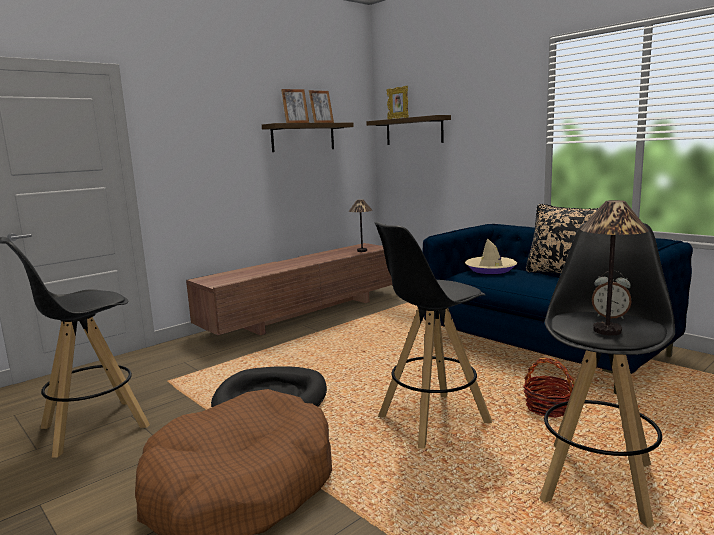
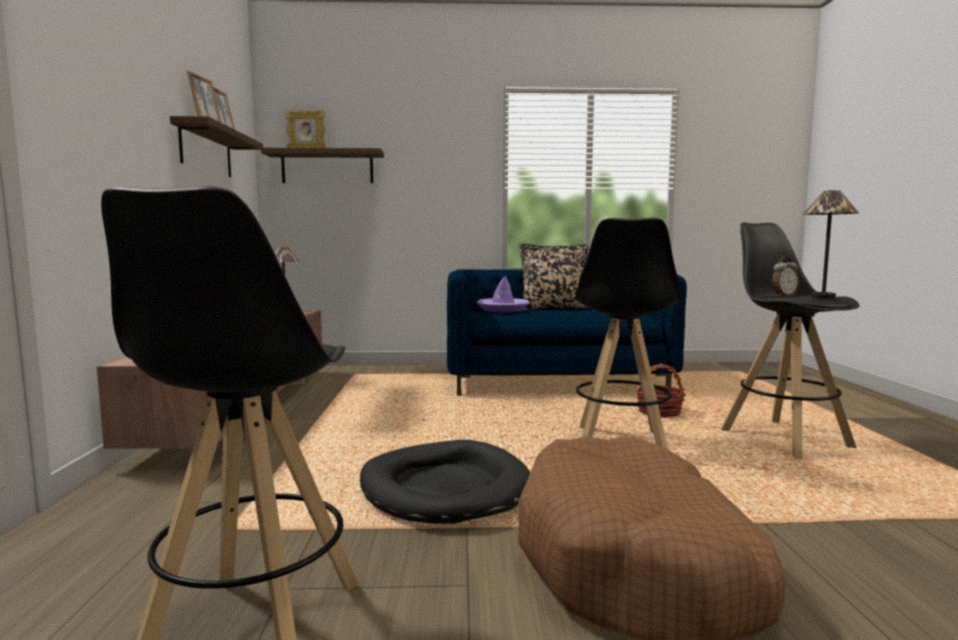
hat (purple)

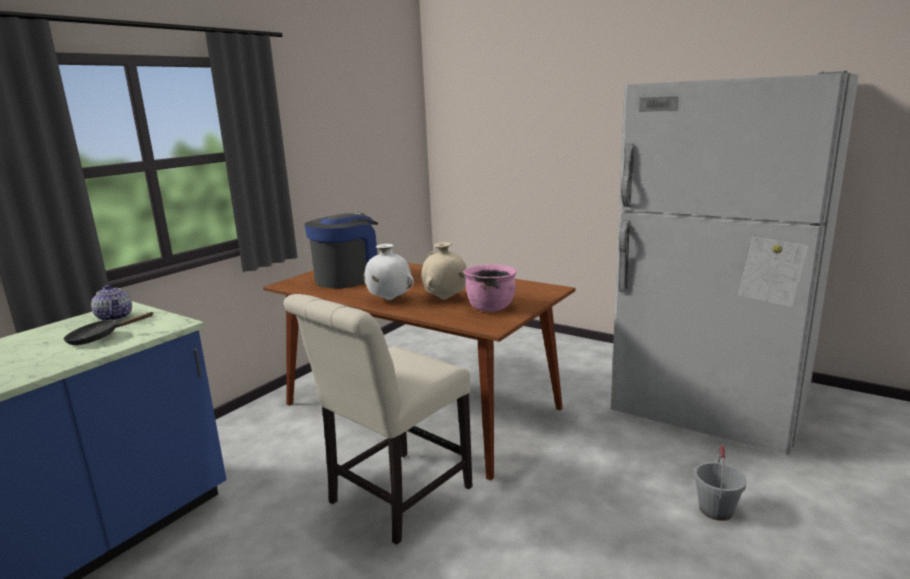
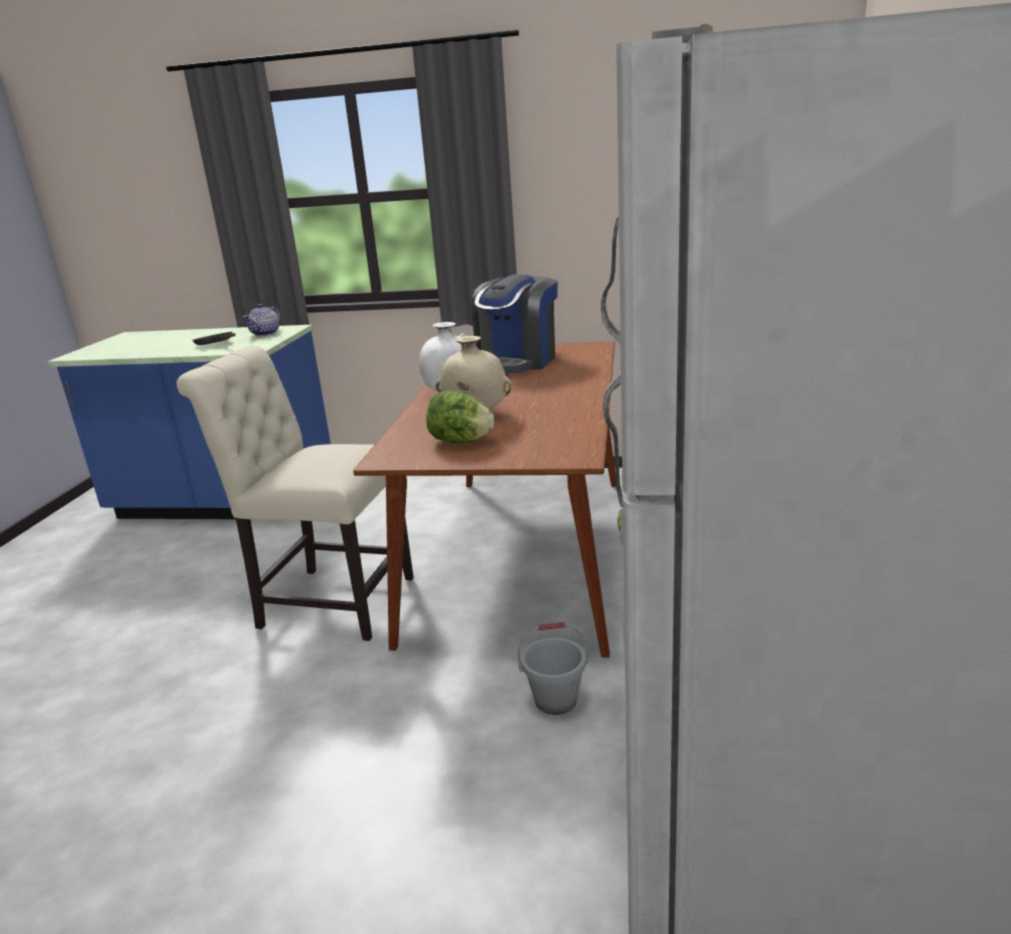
coffee machine
lettuce
bucket (grey)

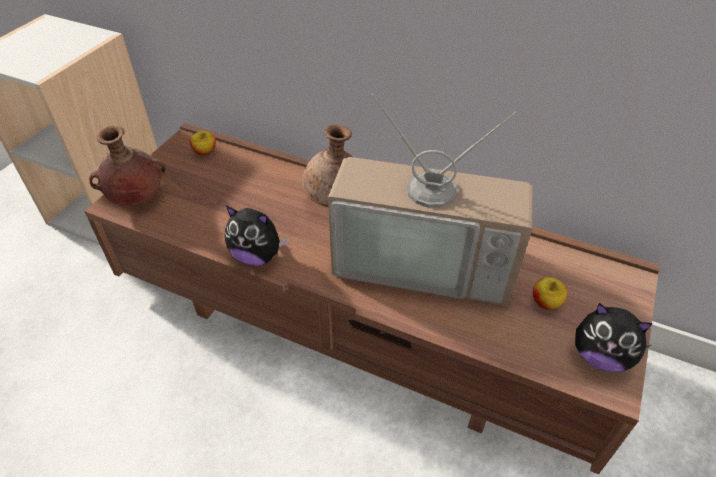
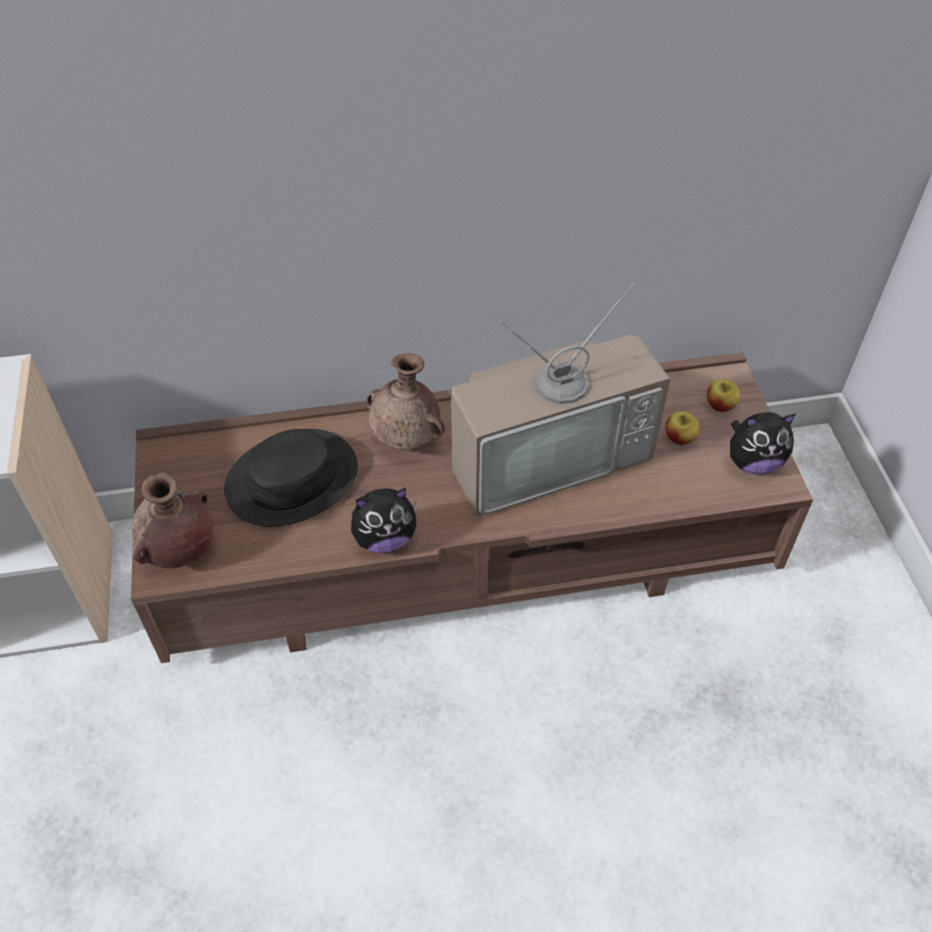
apple (2nd from left)
hat (black)

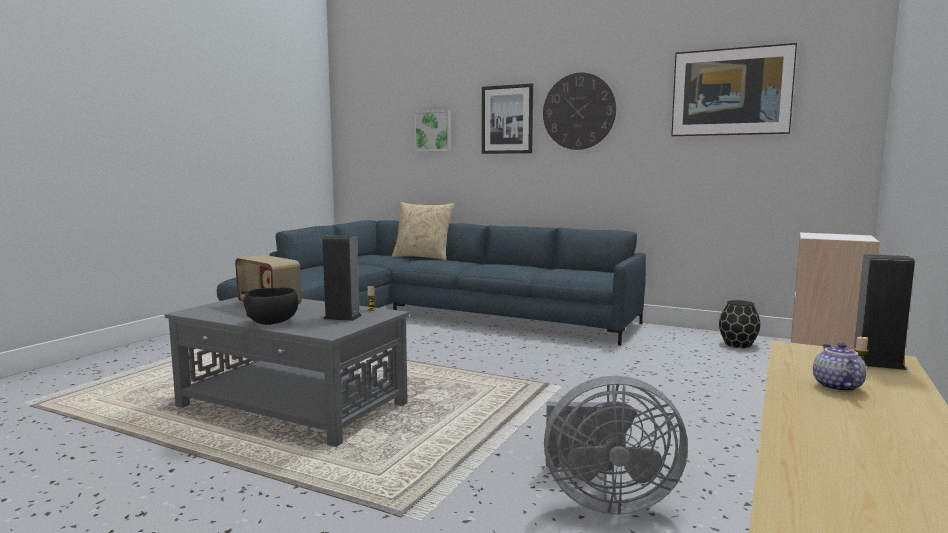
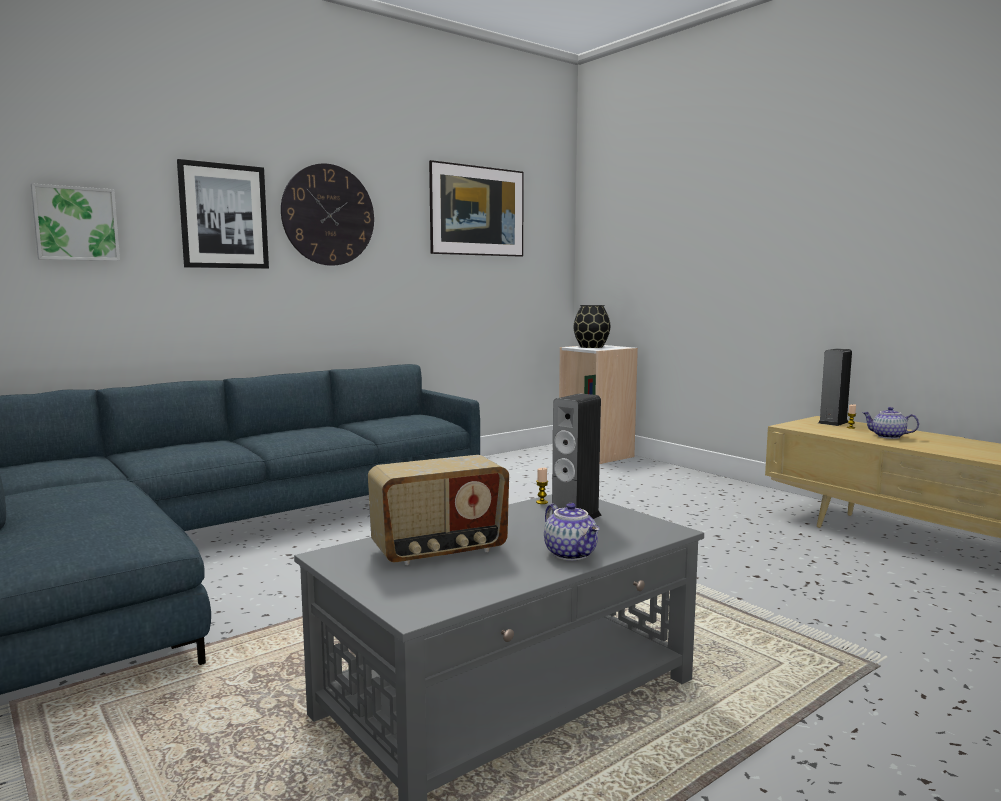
pillow (beige)
teapot (1st from left)
vase (black)
fan (grey)

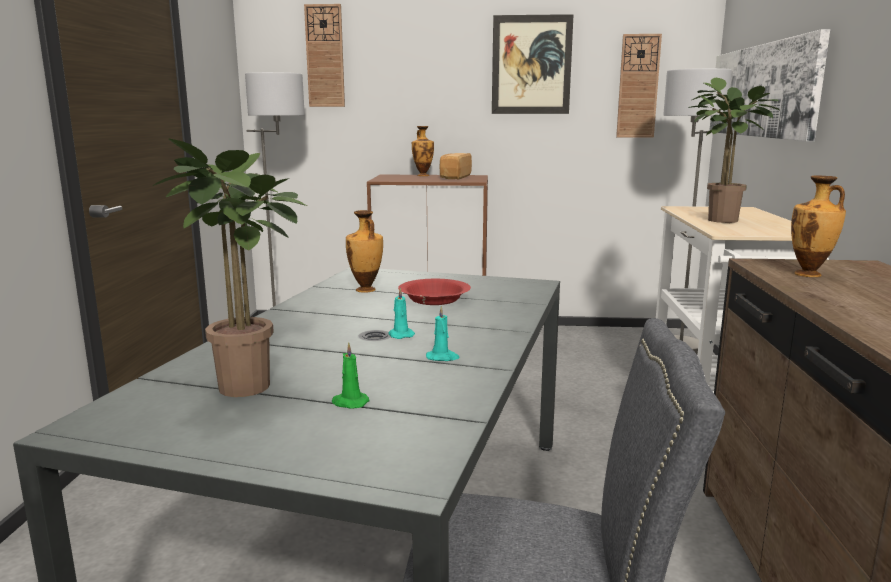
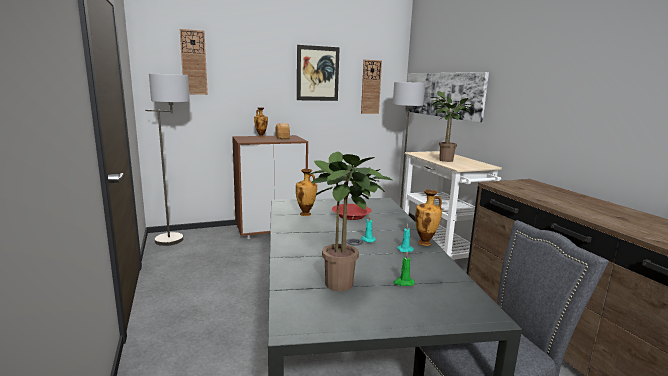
vase (3rd from left)

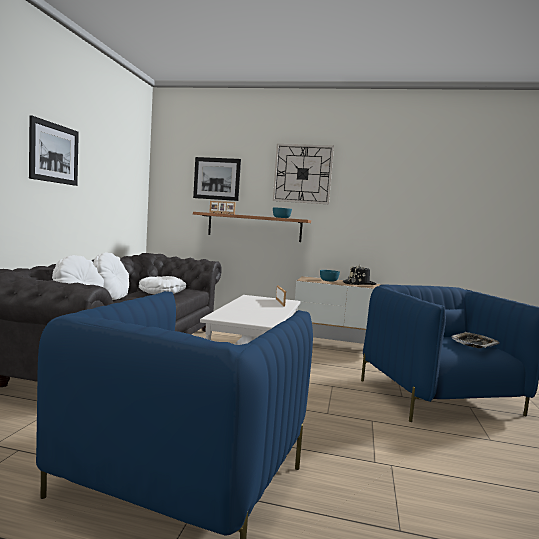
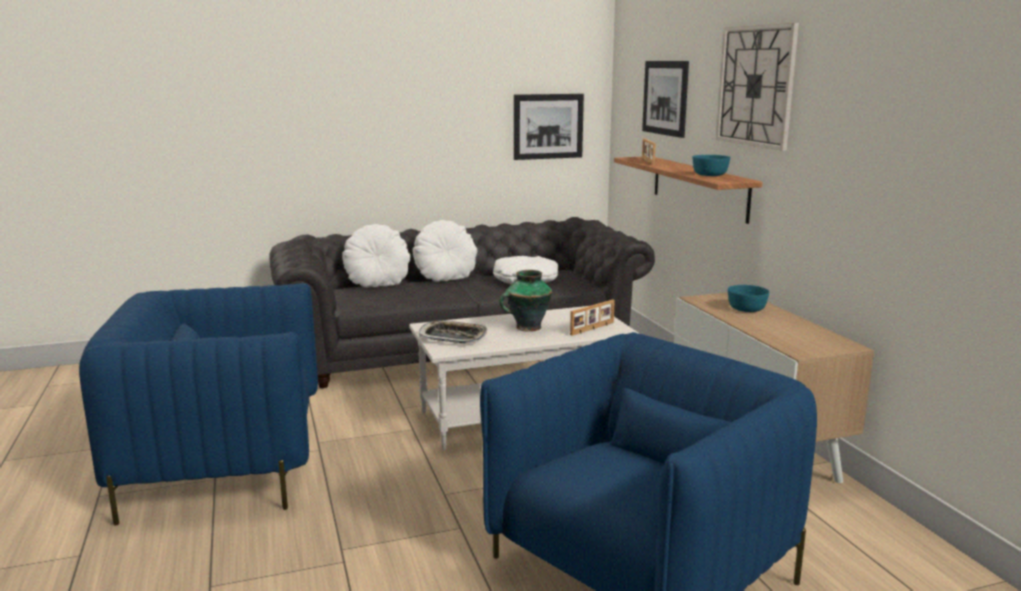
picture (1st from left)
hat (black)
tray
vase

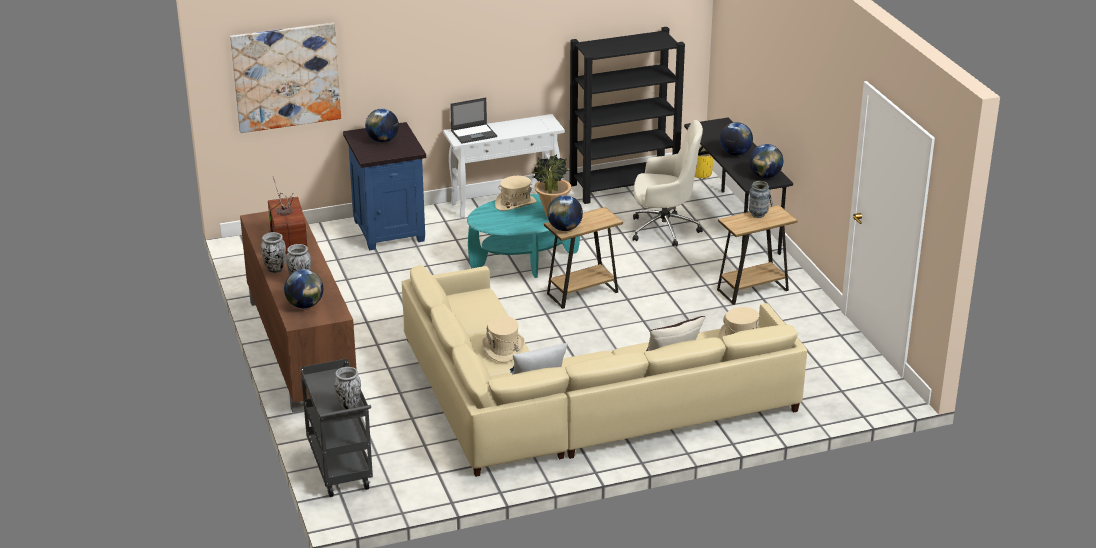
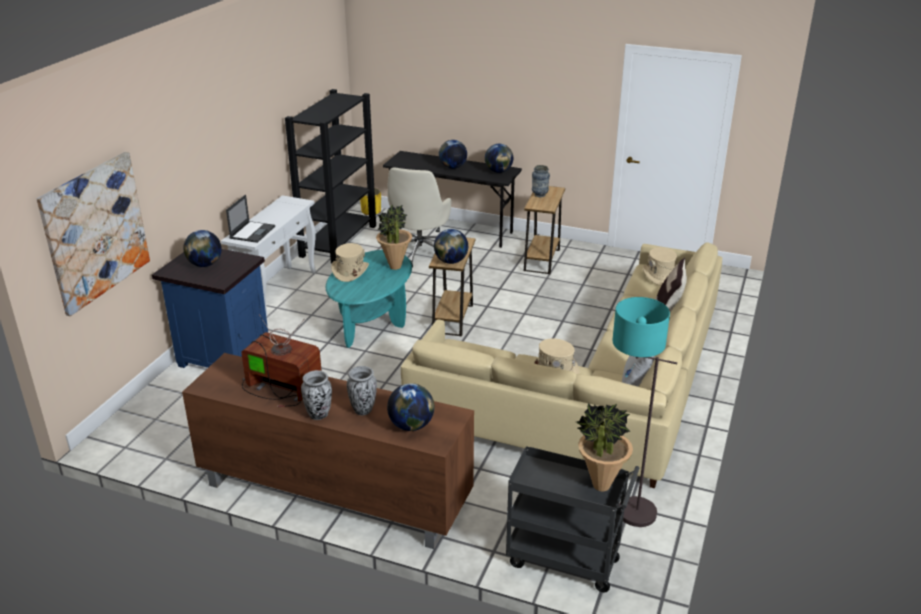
office chair (beige)
potted plant (2nd from left)
floor lamp (turquoise)

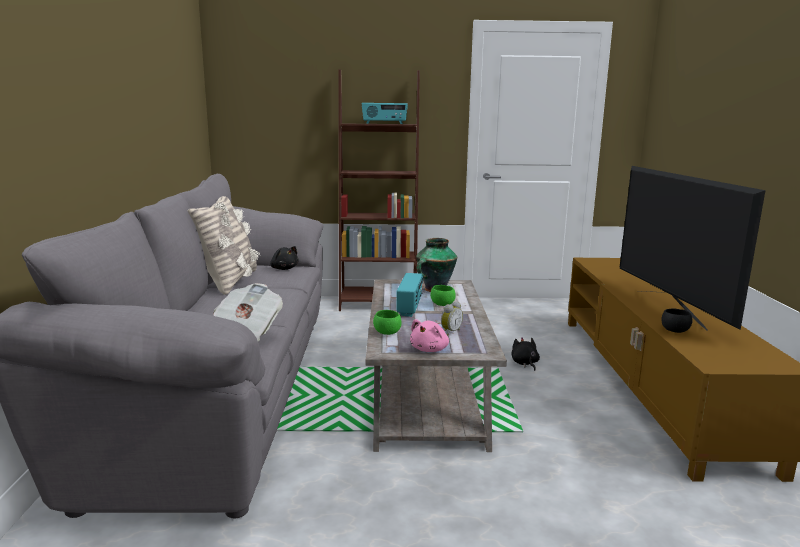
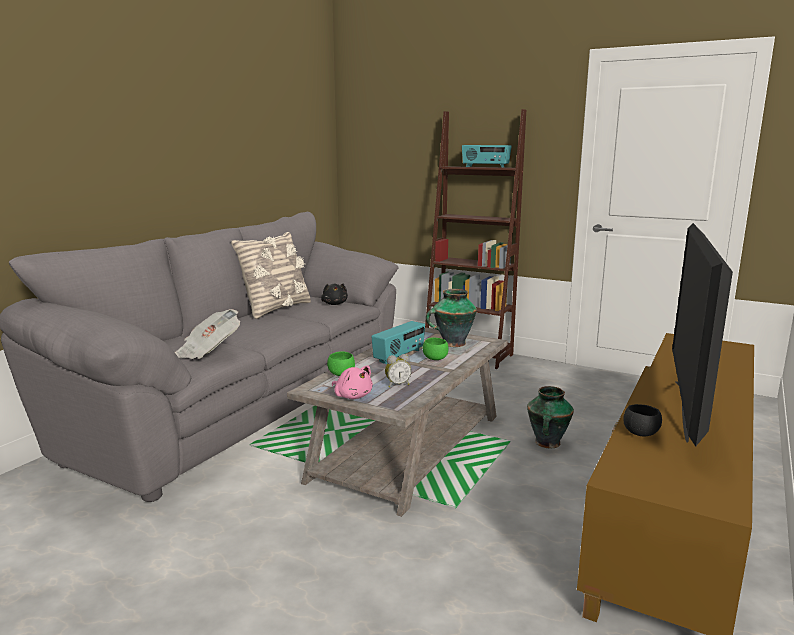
plush toy (pink)
vase (2nd from left)

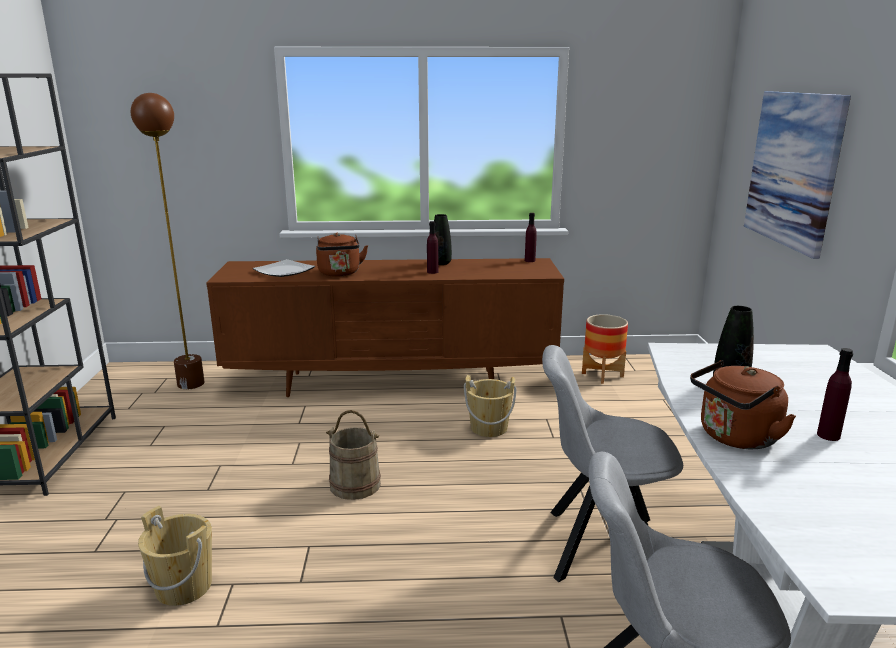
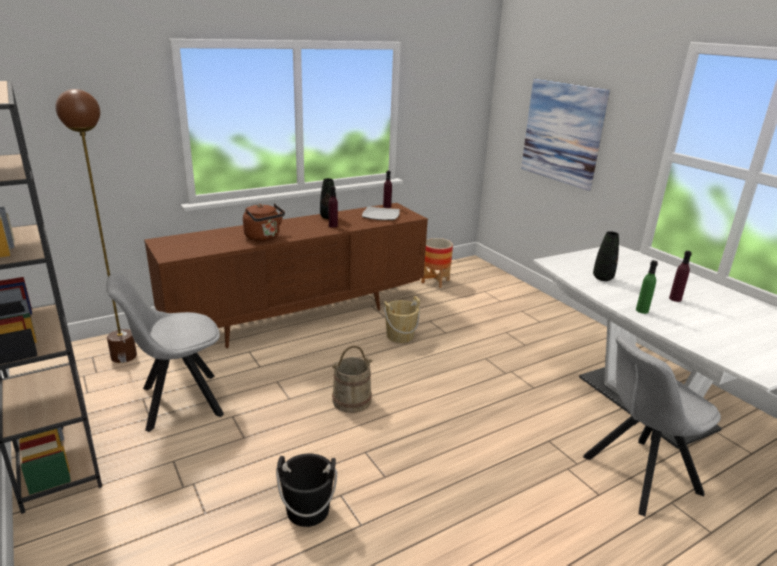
plate
chair (grey) (1st from left)
bottle (green)
bucket (black)

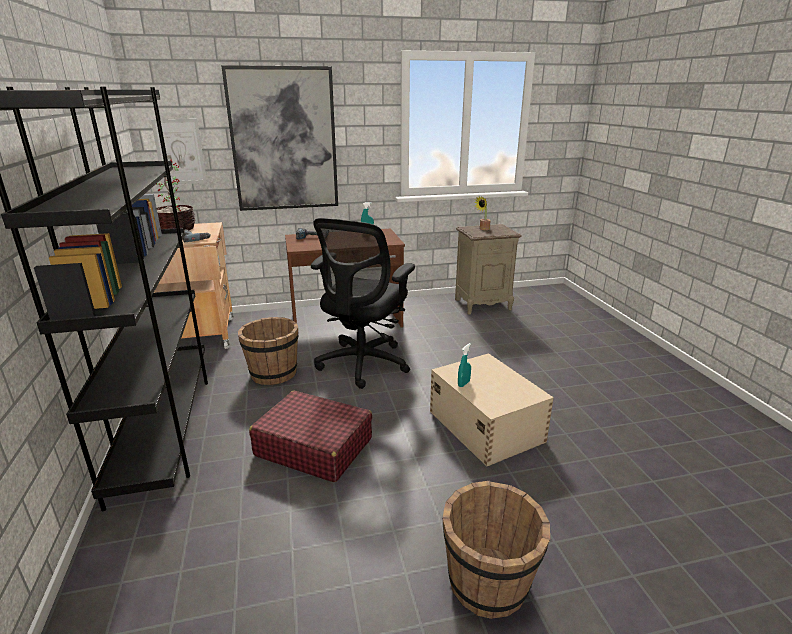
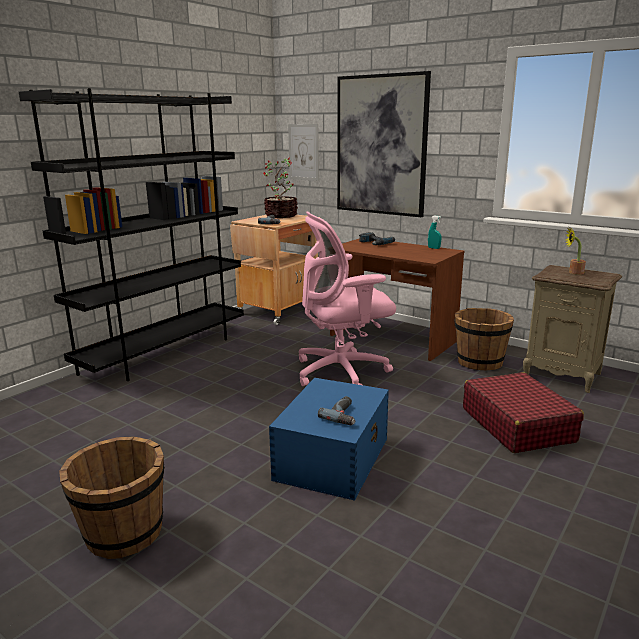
office chair (pink)
bucket (brown) (2nd from left)
spray bottle (turquoise) (2nd from left in the first image)
storage box (blue)
suitcase (red)
power drill (2nd from left)

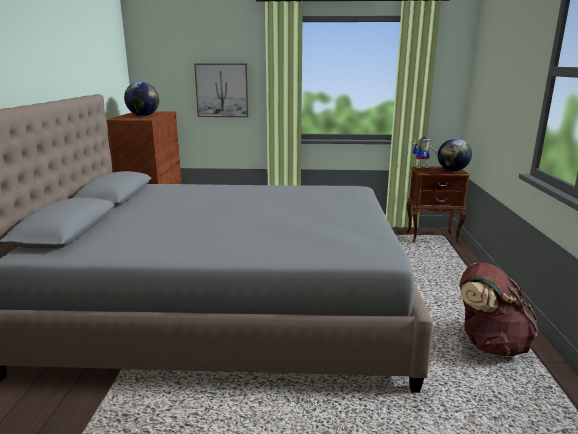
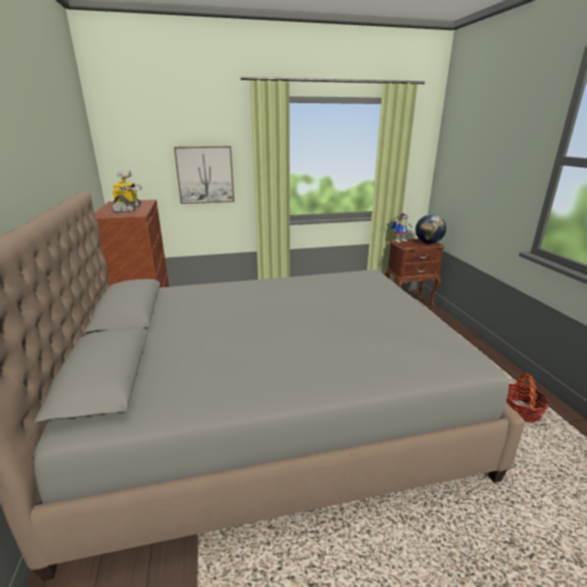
toy robot (1st from left)
basket

